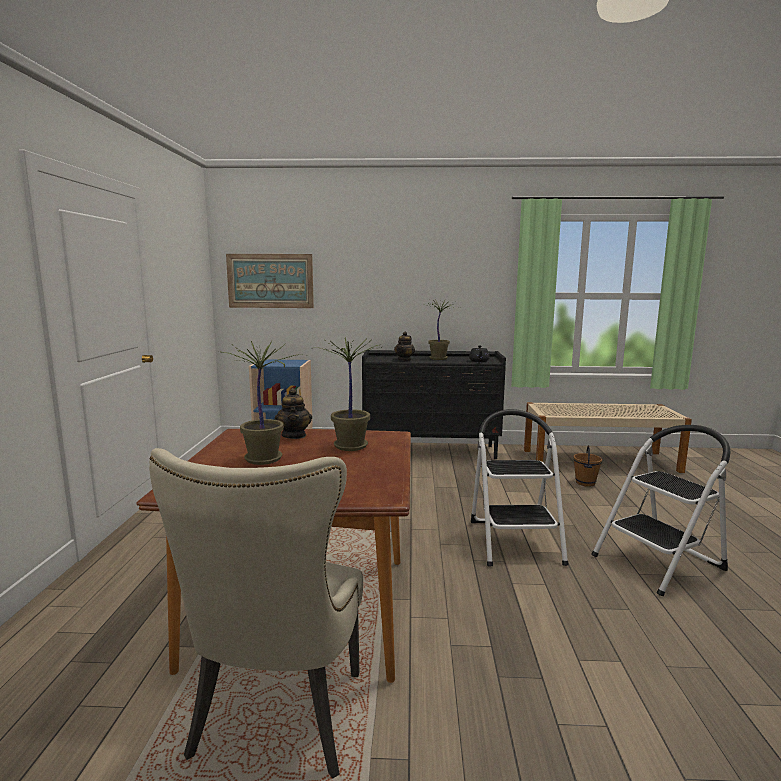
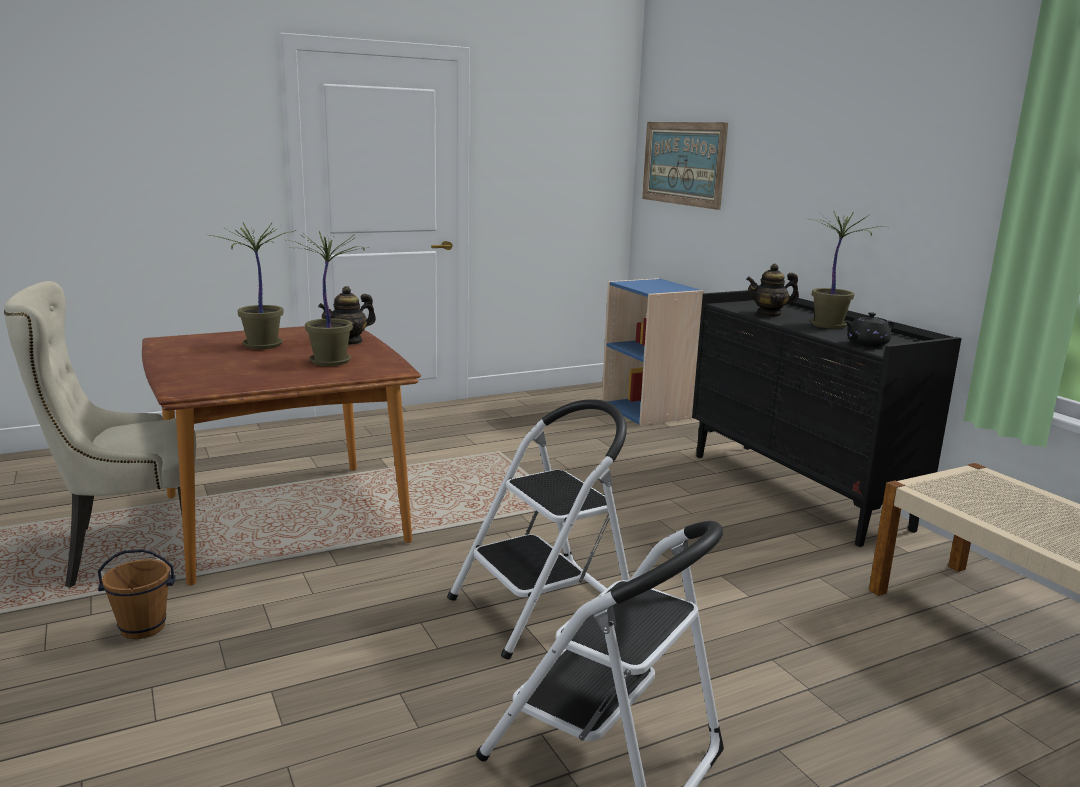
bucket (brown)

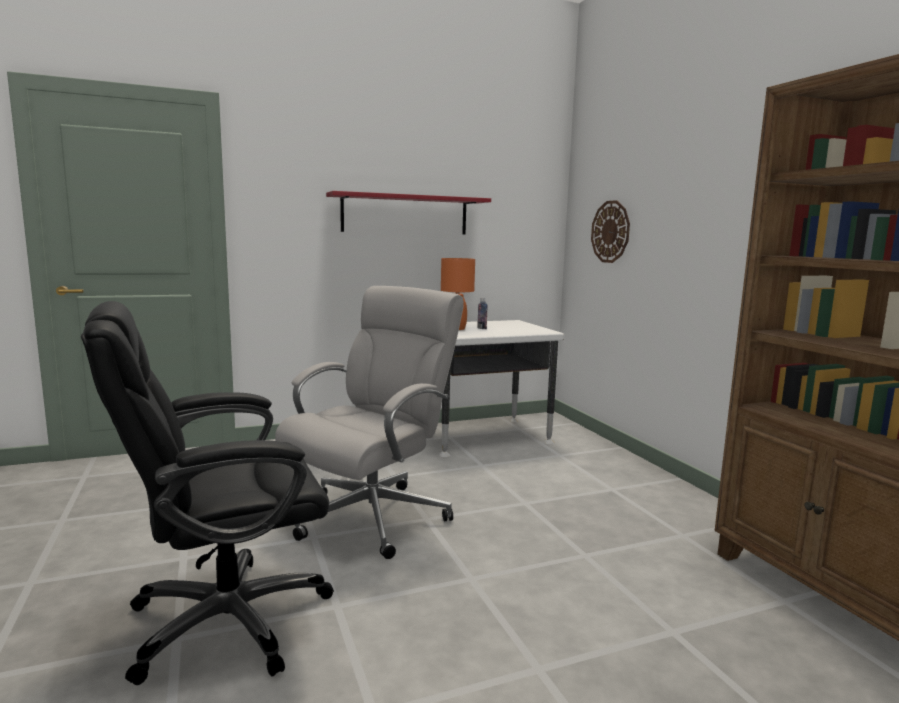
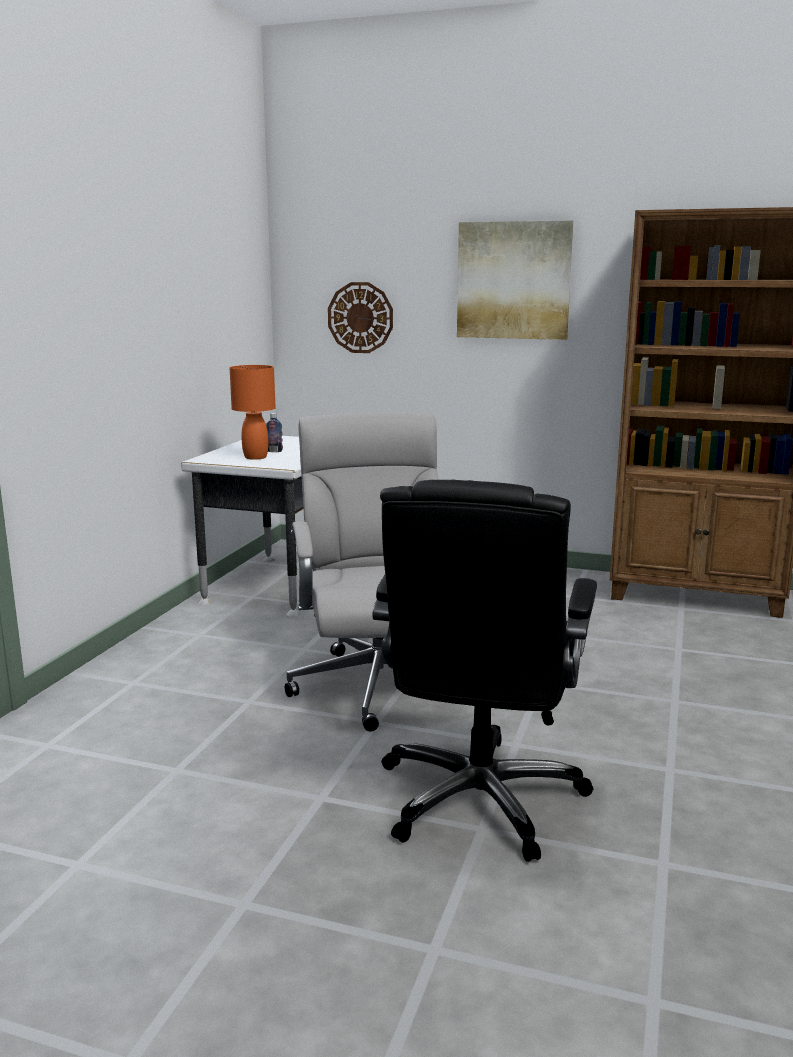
shelf (red)
picture

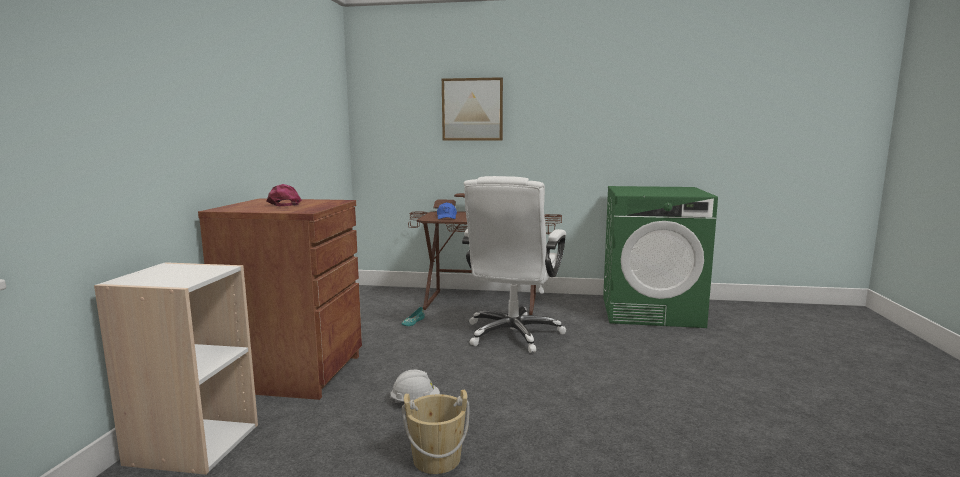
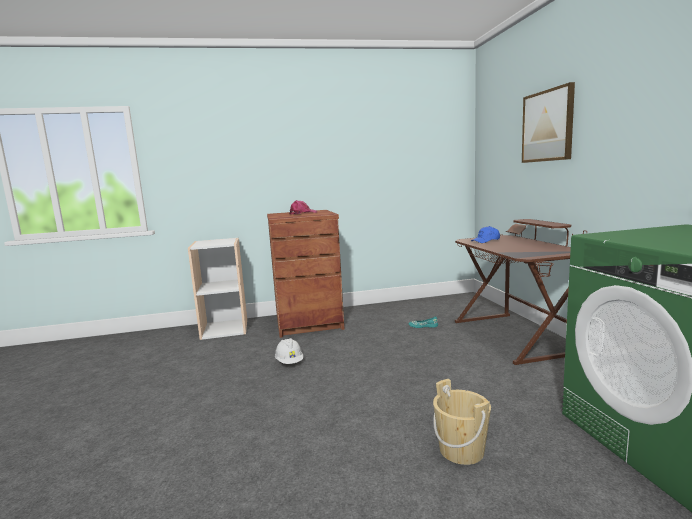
office chair (white)
bucket (beige)

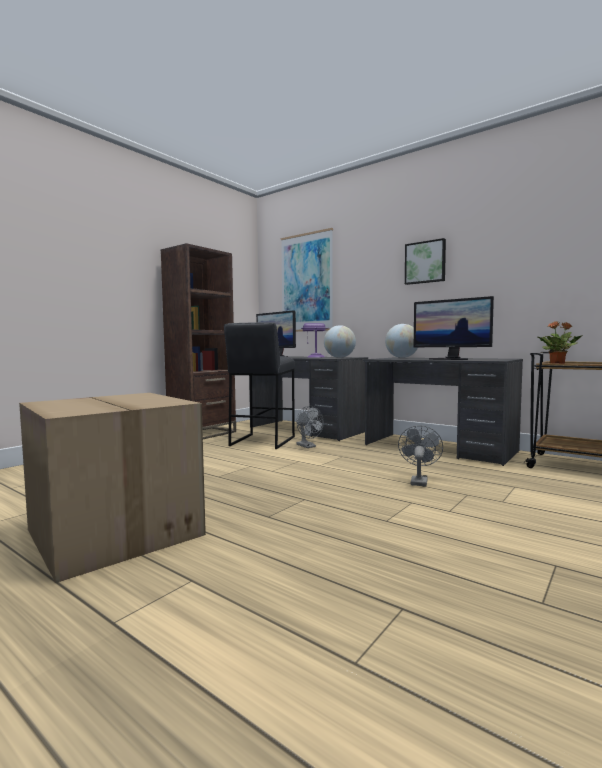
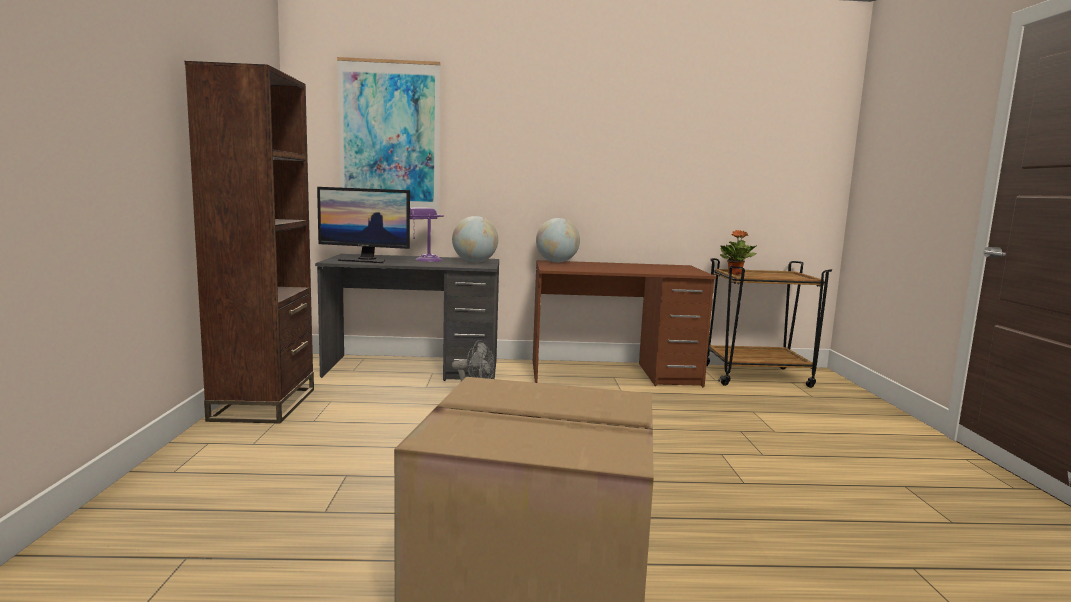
picture (2nd from left in the first image)
monitor (2nd from left in the first image)
stool (grey)
desk (brown)
fan (grey) (2nd from left in the first image)

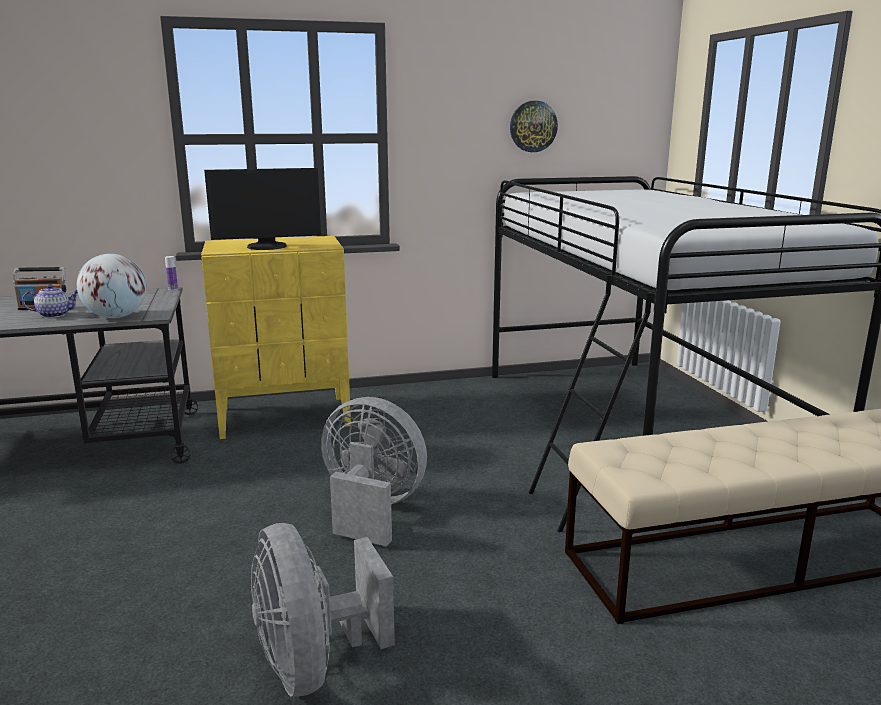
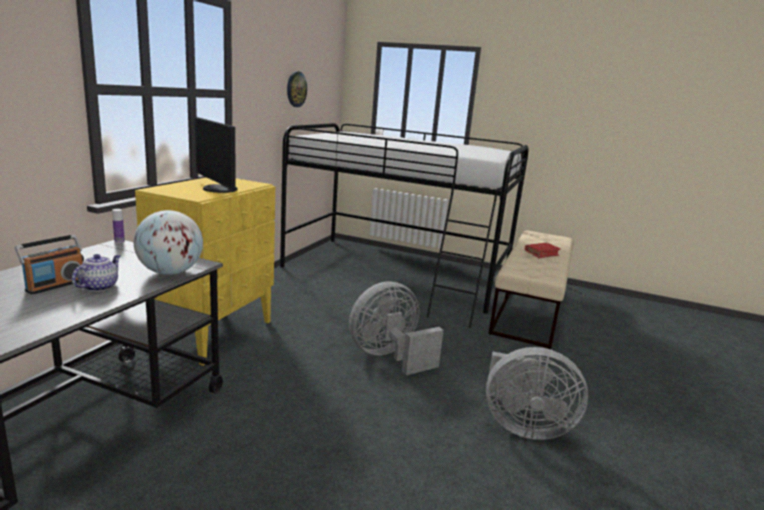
monitor
book (red)

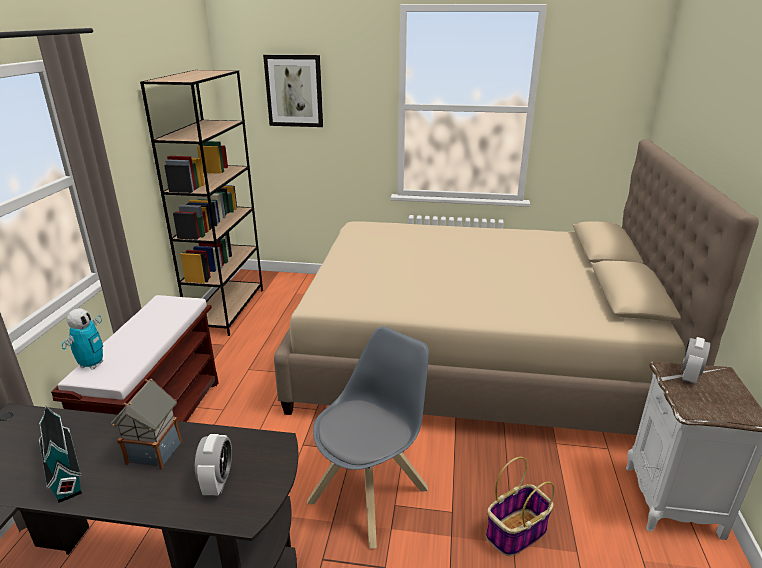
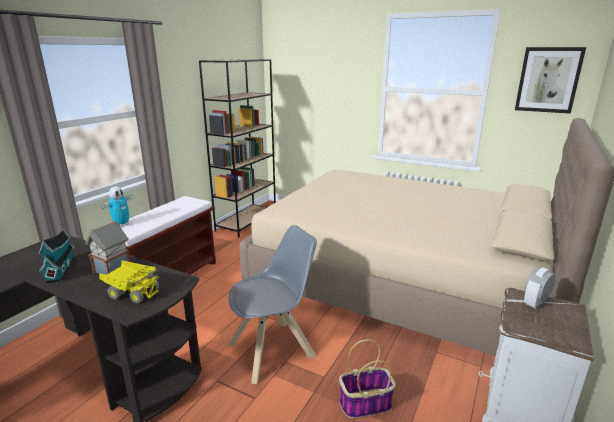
picture
toy truck

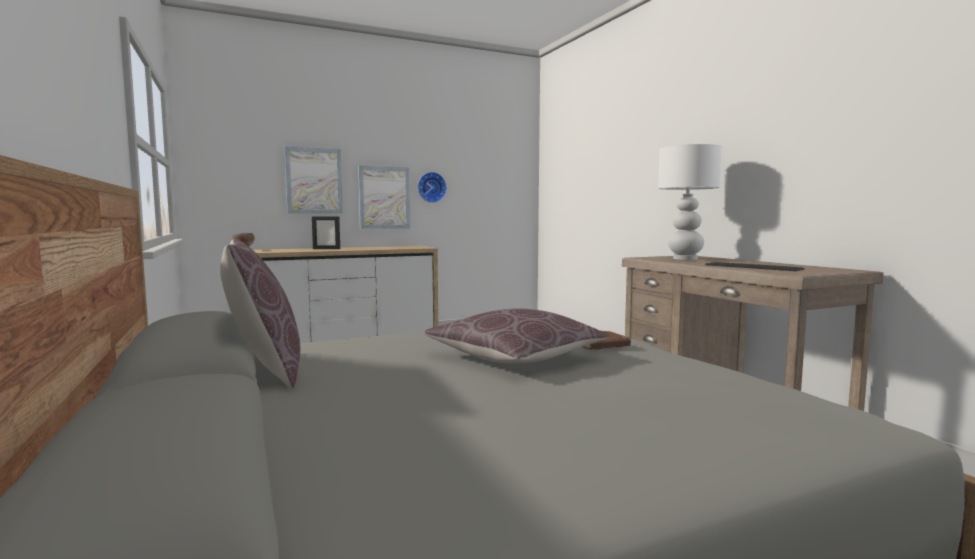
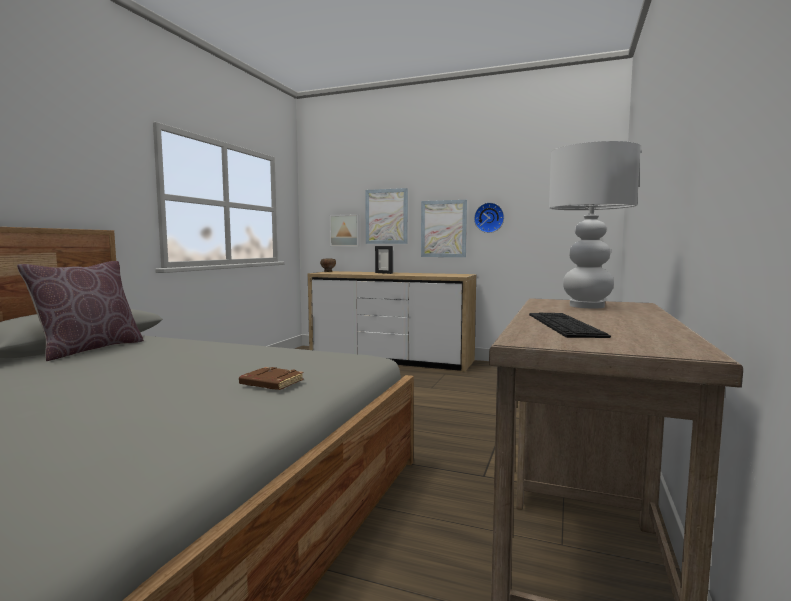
pillow (brown) (2nd from left in the first image)
picture (1st from left)

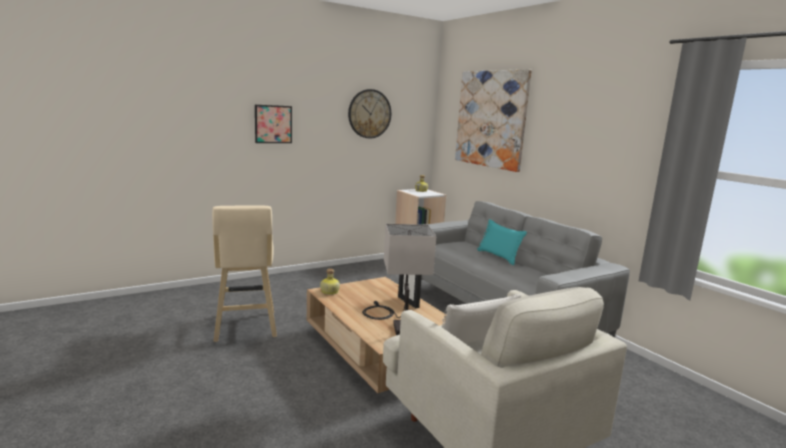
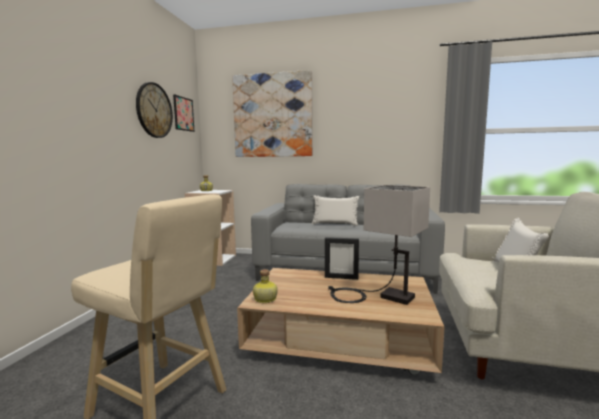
picture (1st from left)
pillow (white) (1st from left)

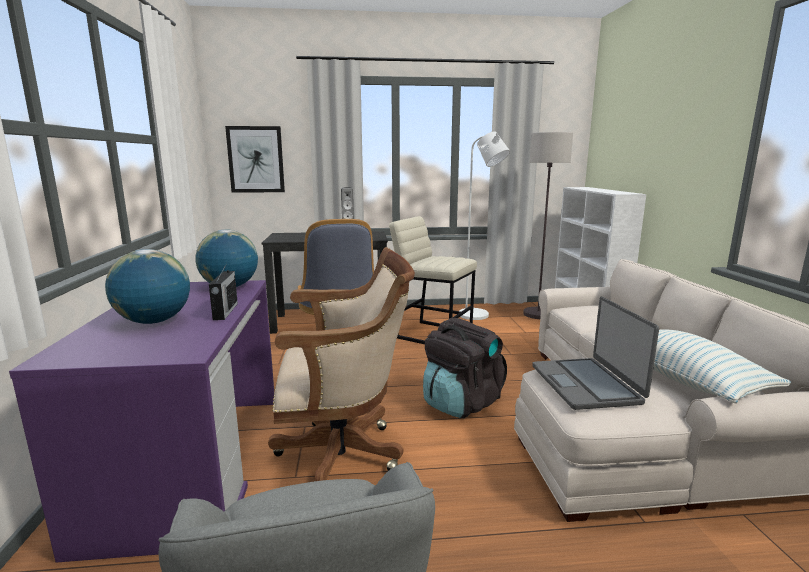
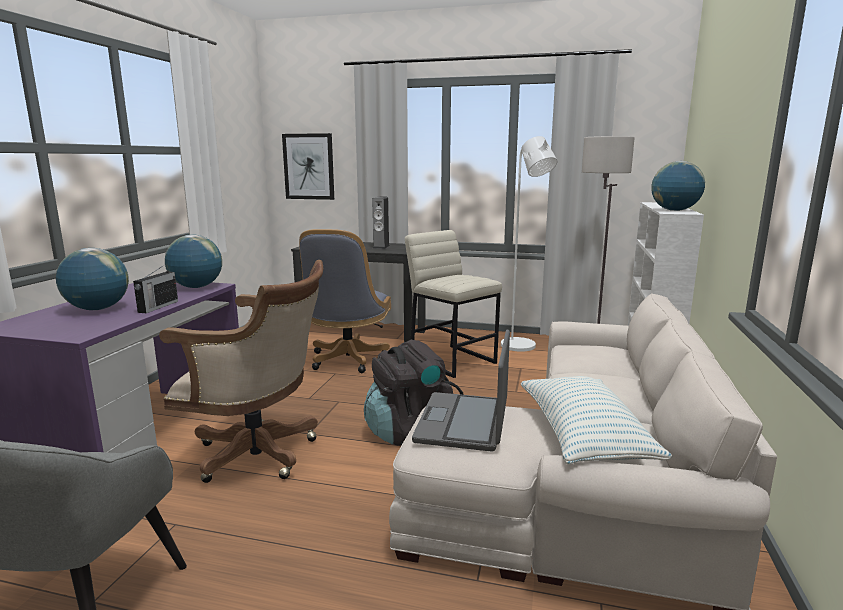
globe (3rd from left)

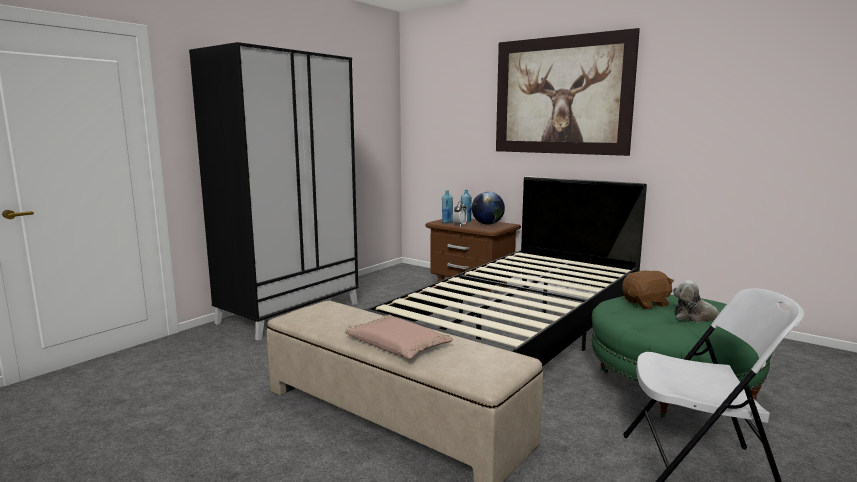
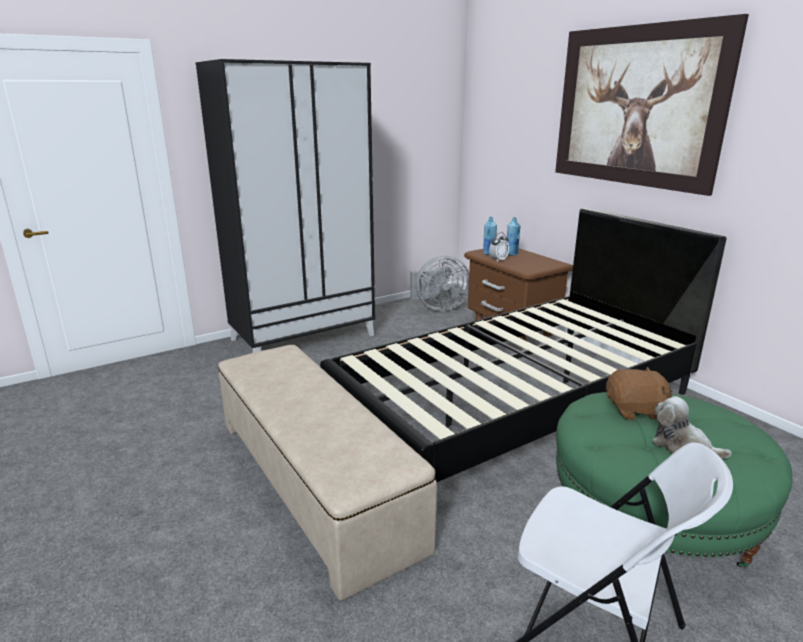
globe
pillow (beige)
fan (grey)

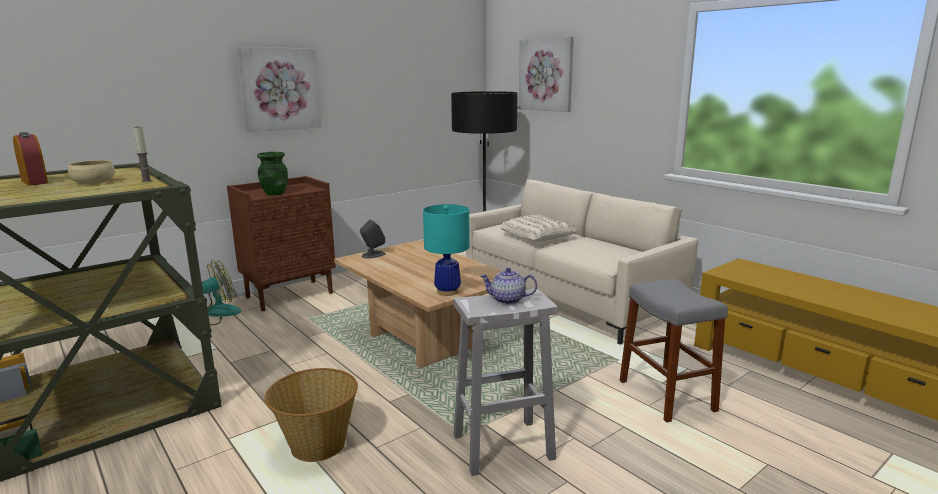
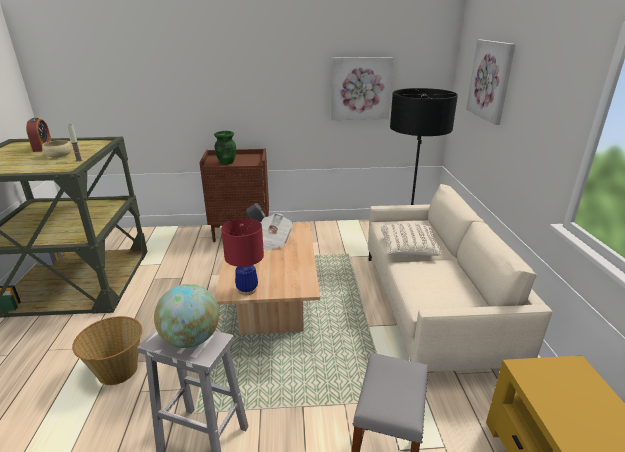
picture (1st from left)
table lamp (red)
fan
globe
newspaper

